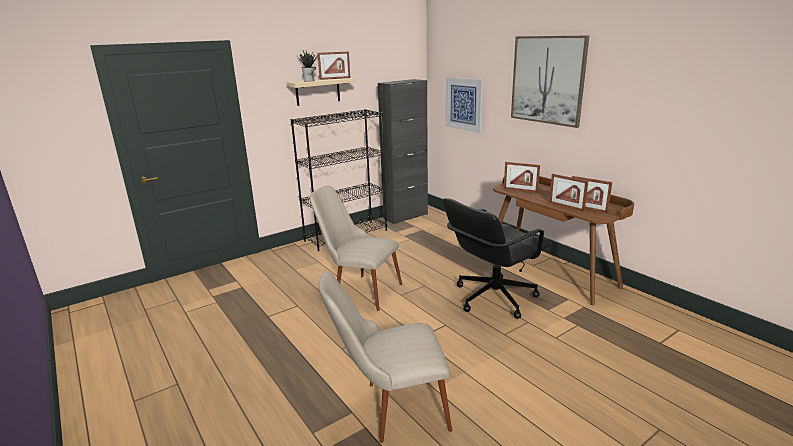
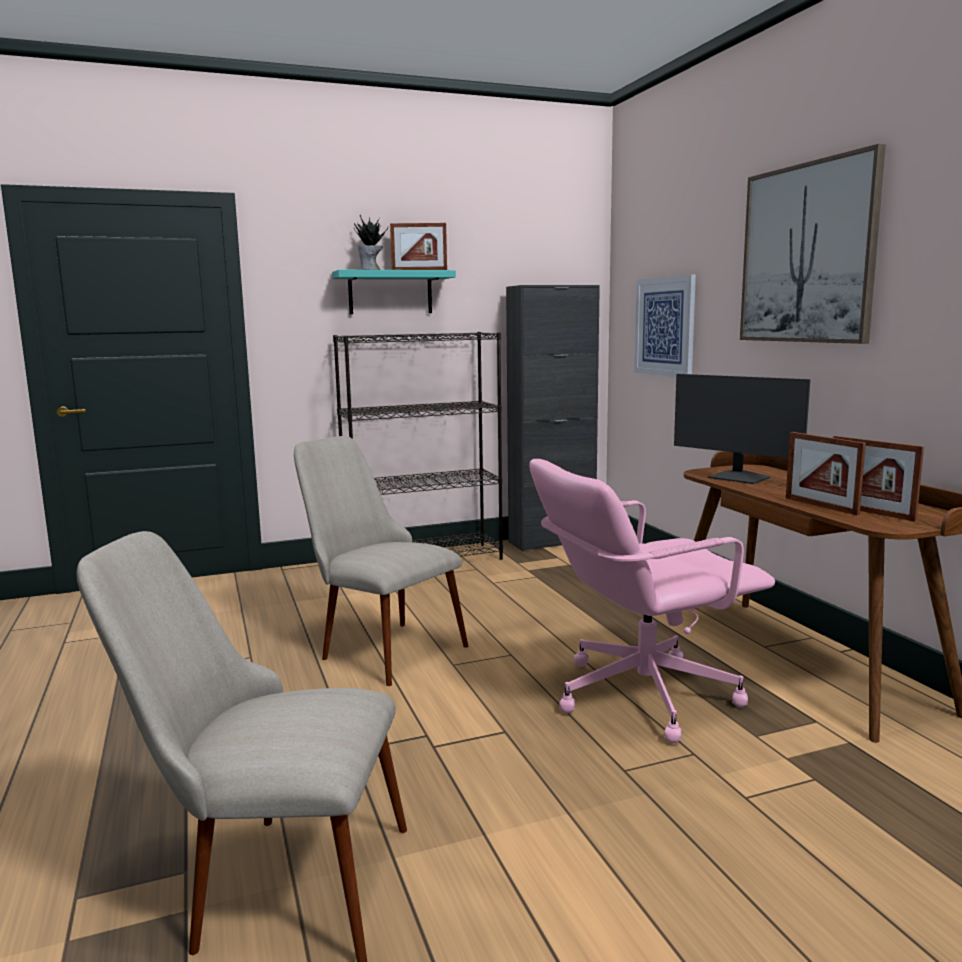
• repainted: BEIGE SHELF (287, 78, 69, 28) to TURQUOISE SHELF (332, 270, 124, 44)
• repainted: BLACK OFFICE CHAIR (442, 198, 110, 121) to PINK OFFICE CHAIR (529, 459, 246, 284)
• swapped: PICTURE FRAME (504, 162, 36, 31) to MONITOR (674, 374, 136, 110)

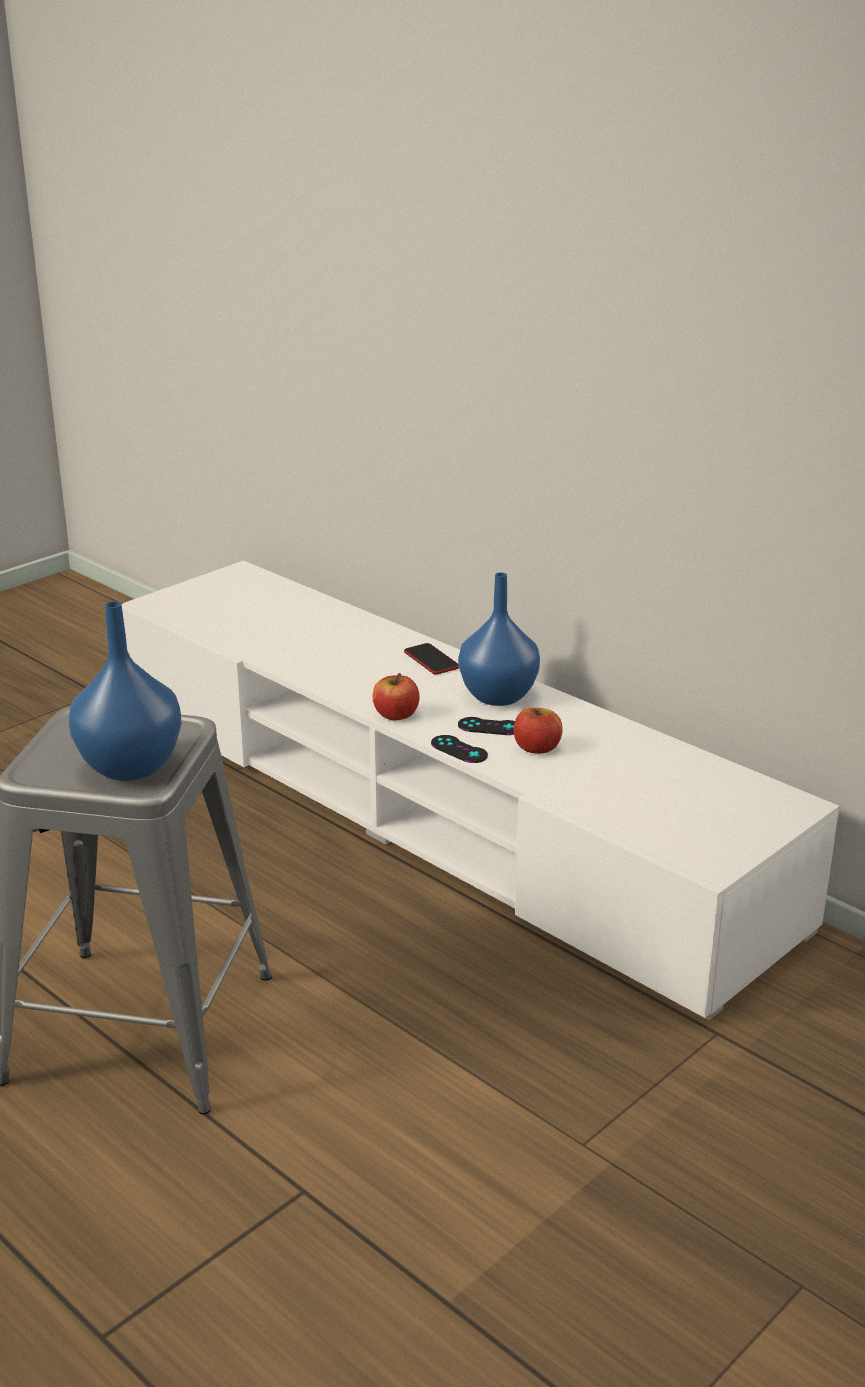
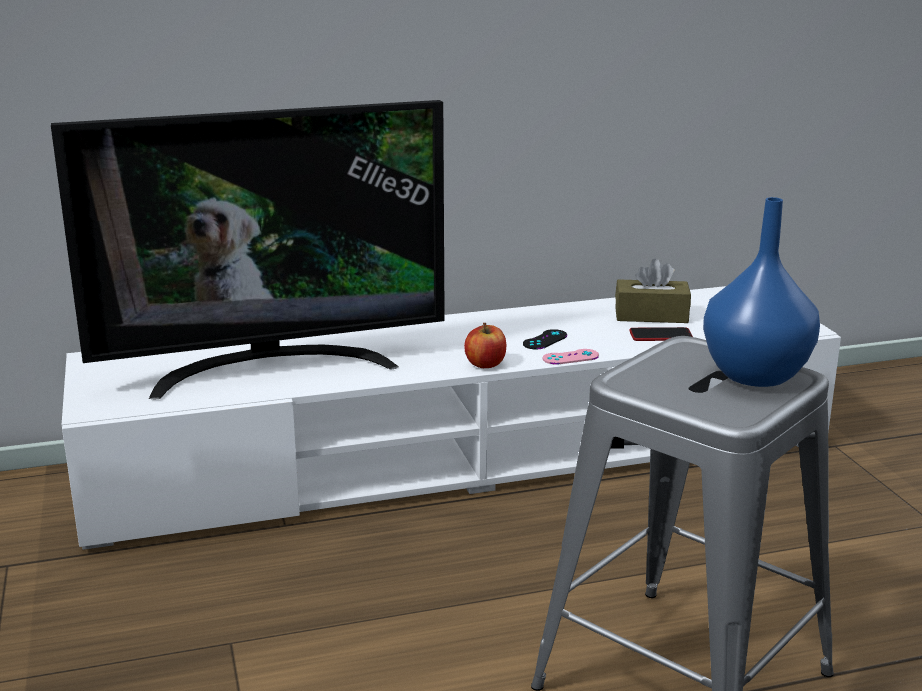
• new: TELEVISION (51, 100, 394, 299)
• repainted: BLACK GAME CONTROLLER (431, 735, 57, 28) to PINK GAME CONTROLLER (543, 349, 56, 16)
• new: BROWN TISSUE BOX (615, 258, 76, 65)
• shifted: PHONE (404, 643, 55, 31) to (629, 327, 64, 14)
• gone: BLUE VASE (458, 572, 82, 134)
• gone: APPLE (514, 708, 49, 46)

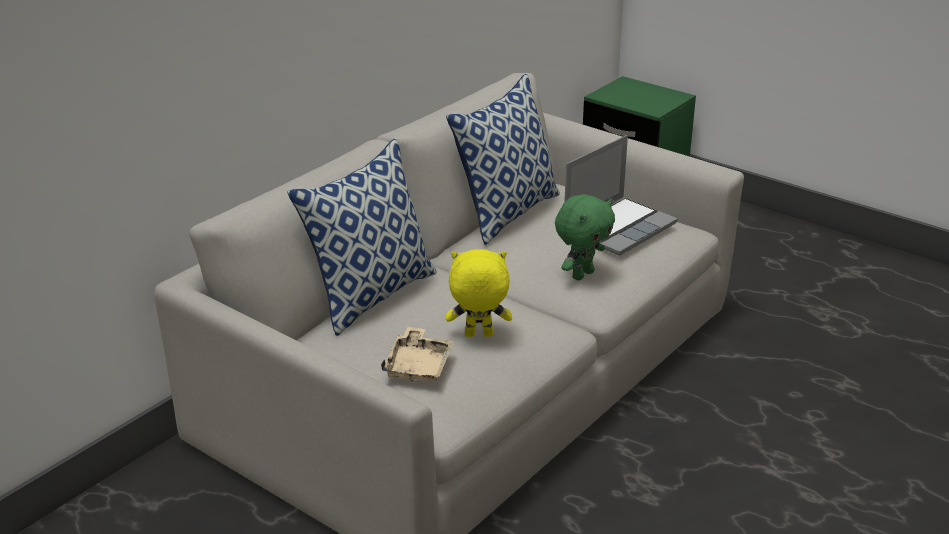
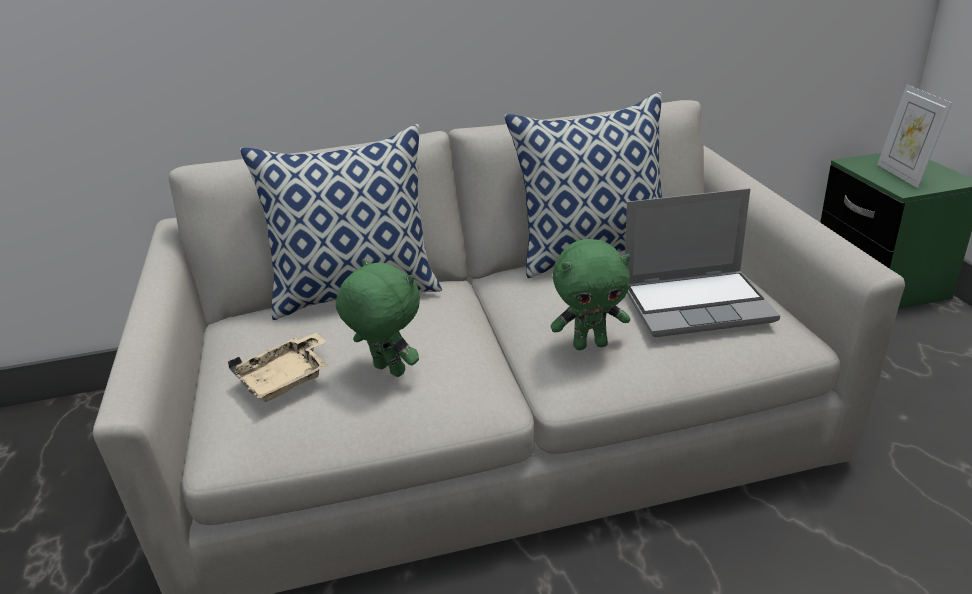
• repainted: YELLOW PLUSH TOY (446, 249, 66, 88) to GREEN PLUSH TOY (336, 259, 84, 118)
• new: PICTURE FRAME (877, 85, 75, 103)

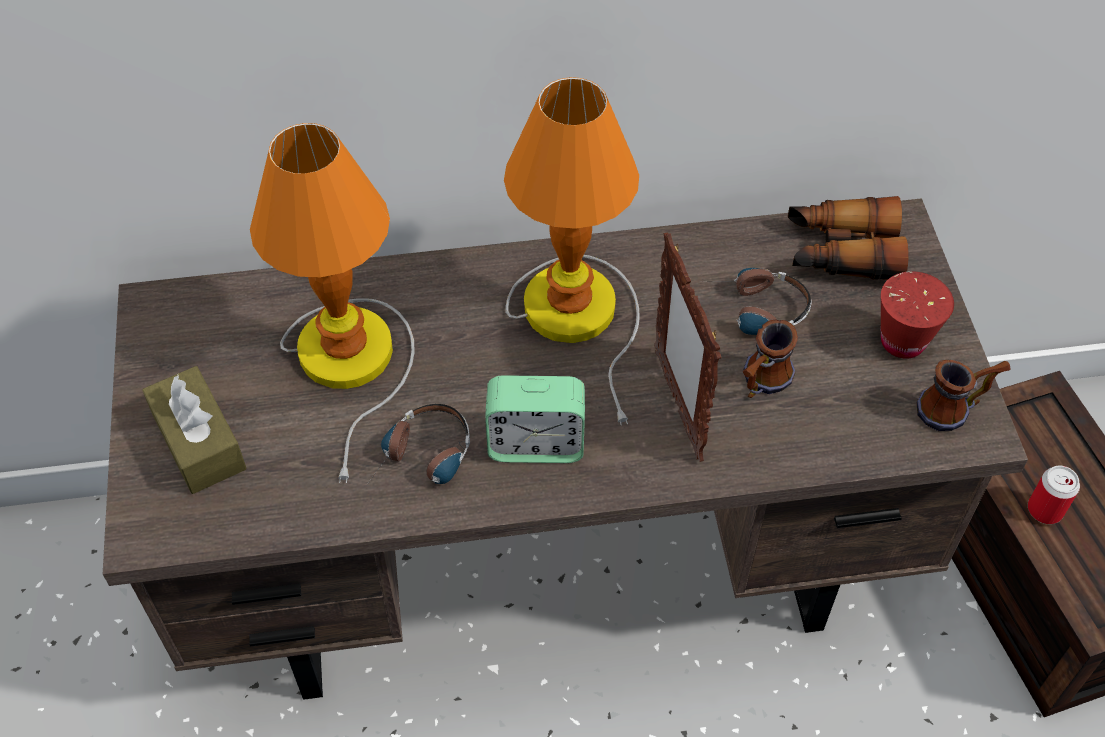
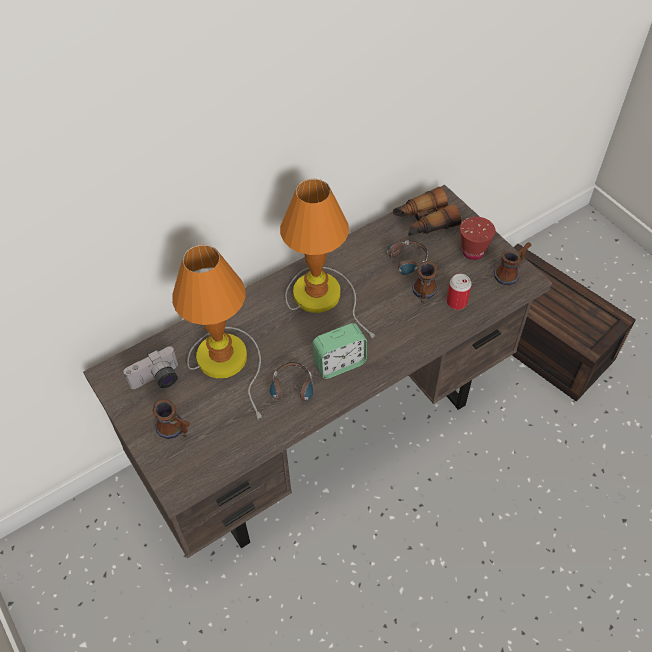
• new: PHOTO CAMERA (124, 346, 54, 43)
• swapped: BROWN TISSUE BOX (142, 366, 105, 128) to MUG (152, 399, 38, 40)
• shifted: CAN (1028, 466, 52, 58) to (447, 274, 25, 36)
• gone: PICTURE FRAME (654, 232, 67, 230)

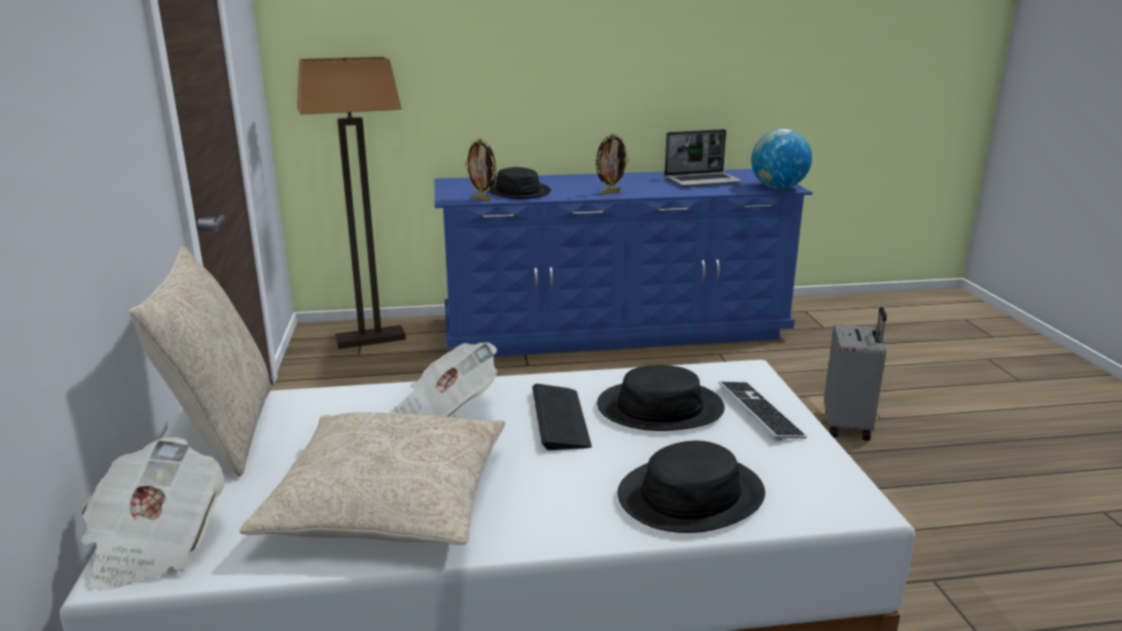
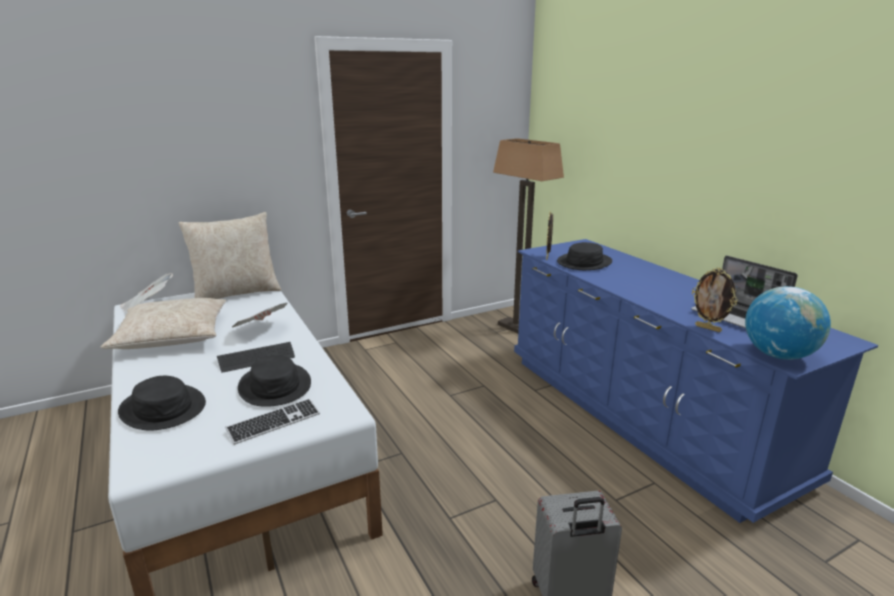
• shifted: PICTURE FRAME (595, 133, 34, 61) to (692, 267, 46, 65)

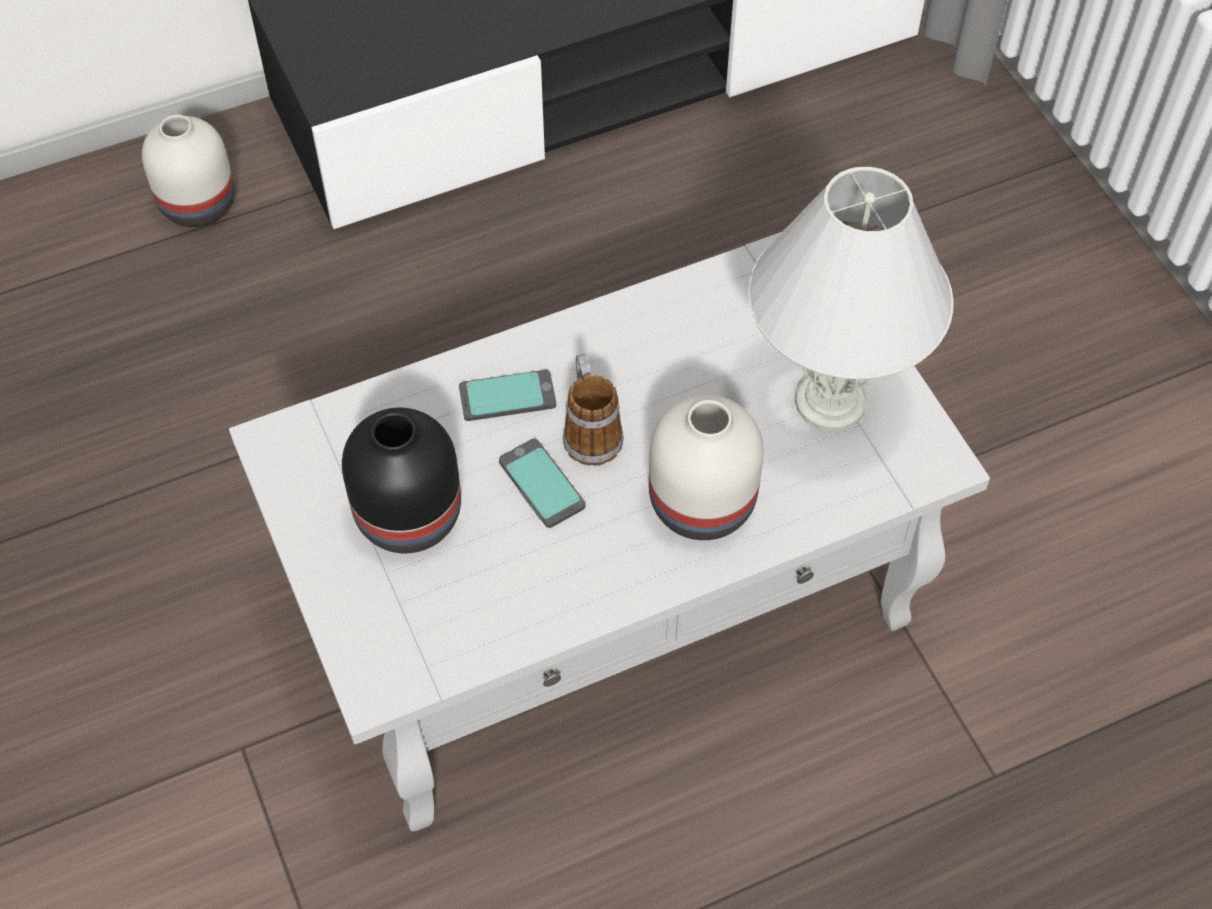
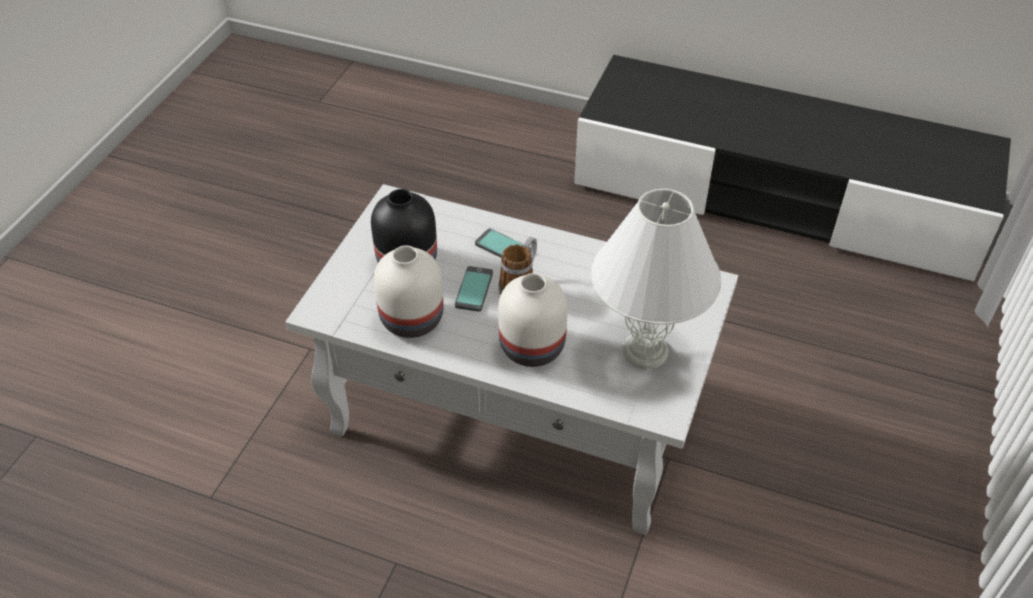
• shifted: WHITE VASE (142, 115, 93, 112) to (374, 246, 70, 92)

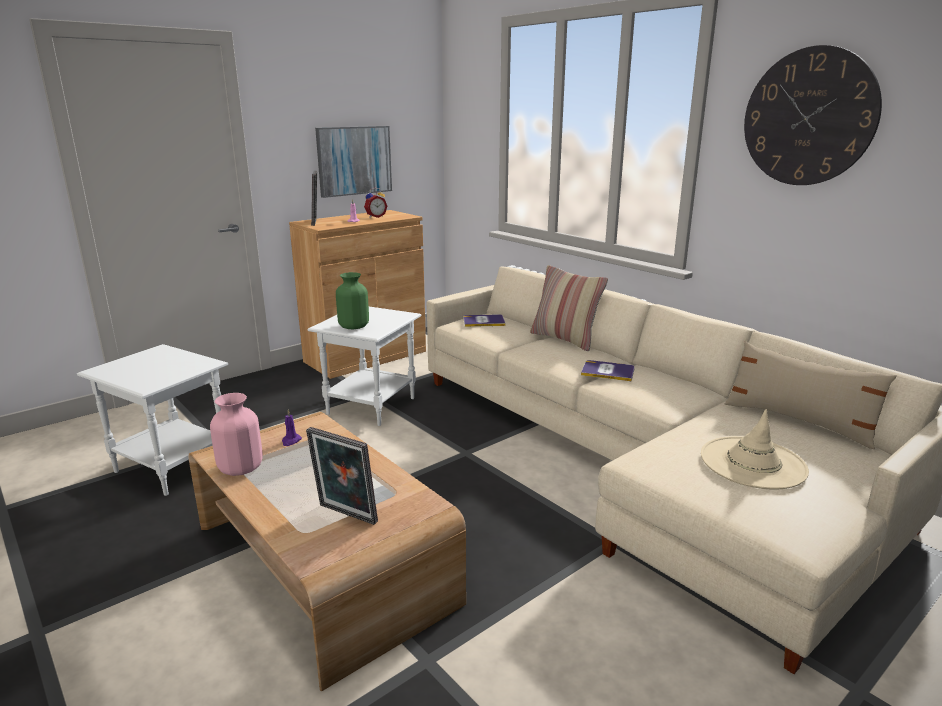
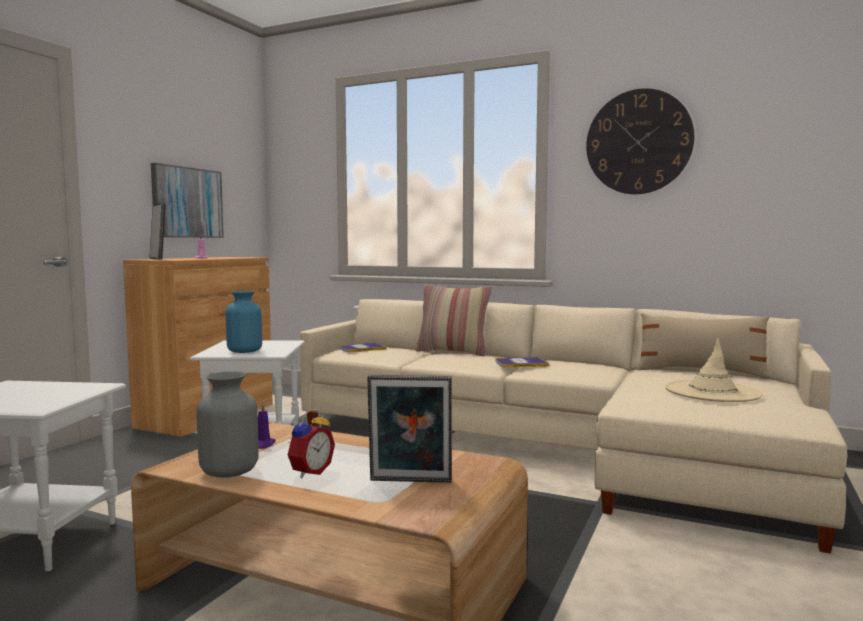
• repainted: PINK VASE (210, 393, 53, 83) to GREY VASE (197, 371, 62, 107)
• repainted: GREEN VASE (336, 272, 33, 57) to BLUE VASE (226, 291, 36, 62)
• shifted: ALARM CLOCK (364, 188, 23, 30) to (288, 409, 47, 69)

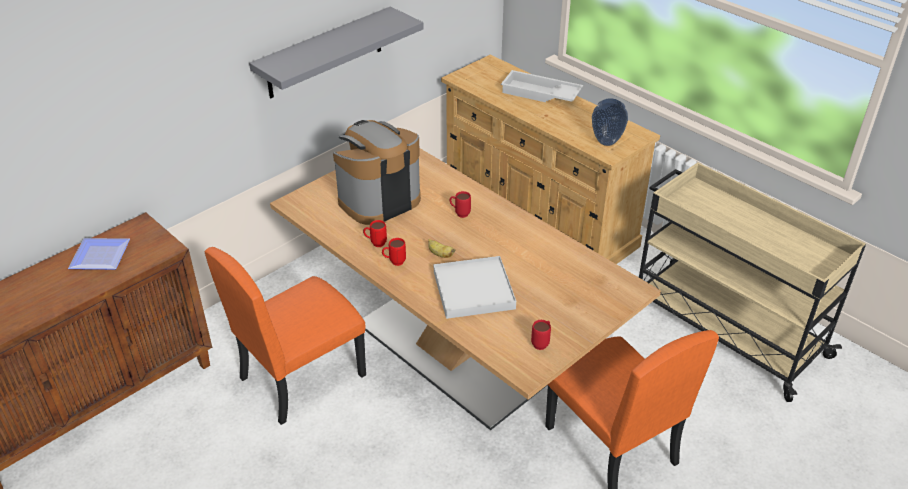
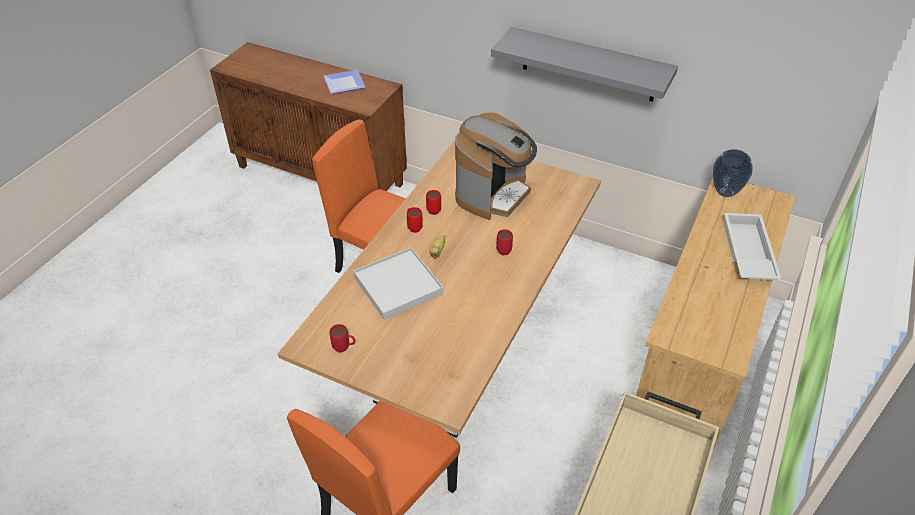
• rotated: COFFEE MACHINE (333, 120, 88, 105) = (455, 112, 82, 108) 90 degrees clockwise
• shifted: VASE (592, 98, 36, 48) to (713, 149, 40, 48)

